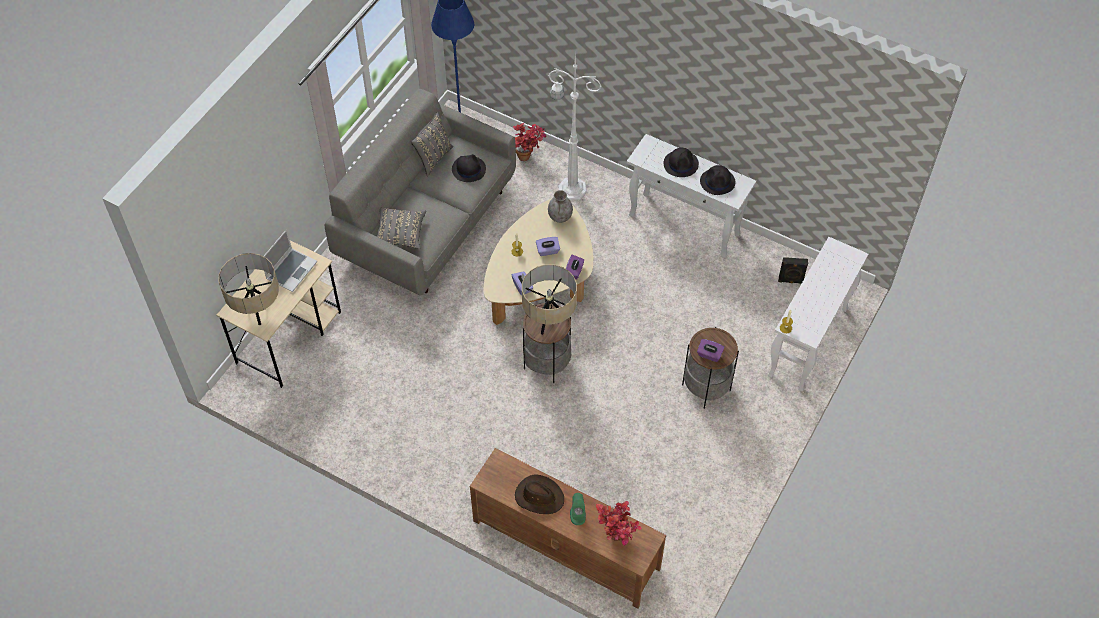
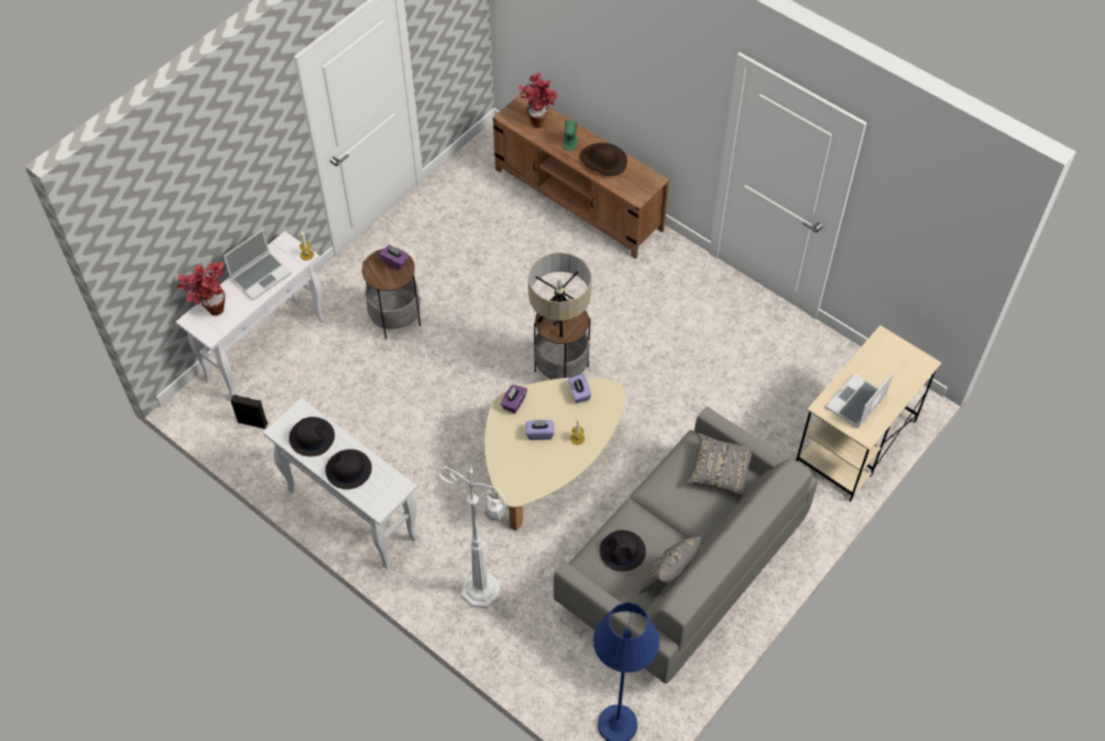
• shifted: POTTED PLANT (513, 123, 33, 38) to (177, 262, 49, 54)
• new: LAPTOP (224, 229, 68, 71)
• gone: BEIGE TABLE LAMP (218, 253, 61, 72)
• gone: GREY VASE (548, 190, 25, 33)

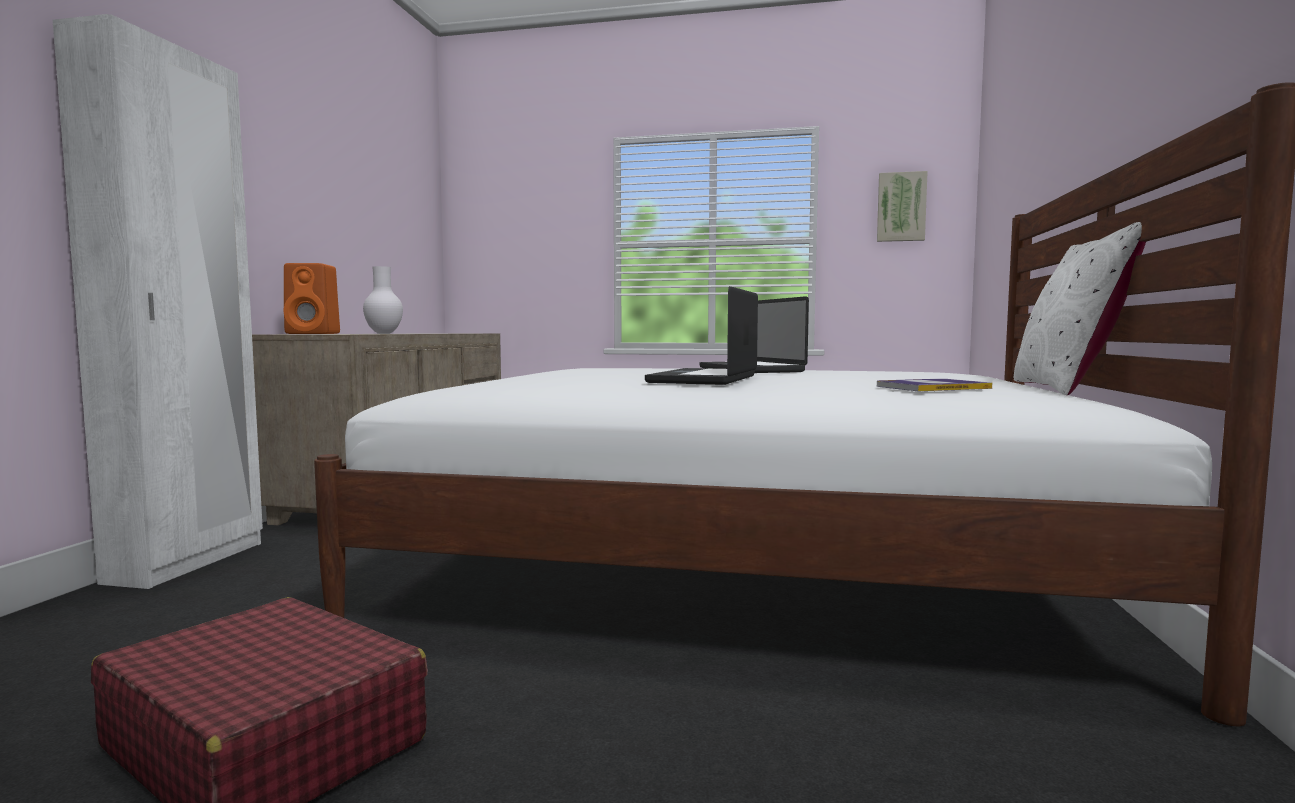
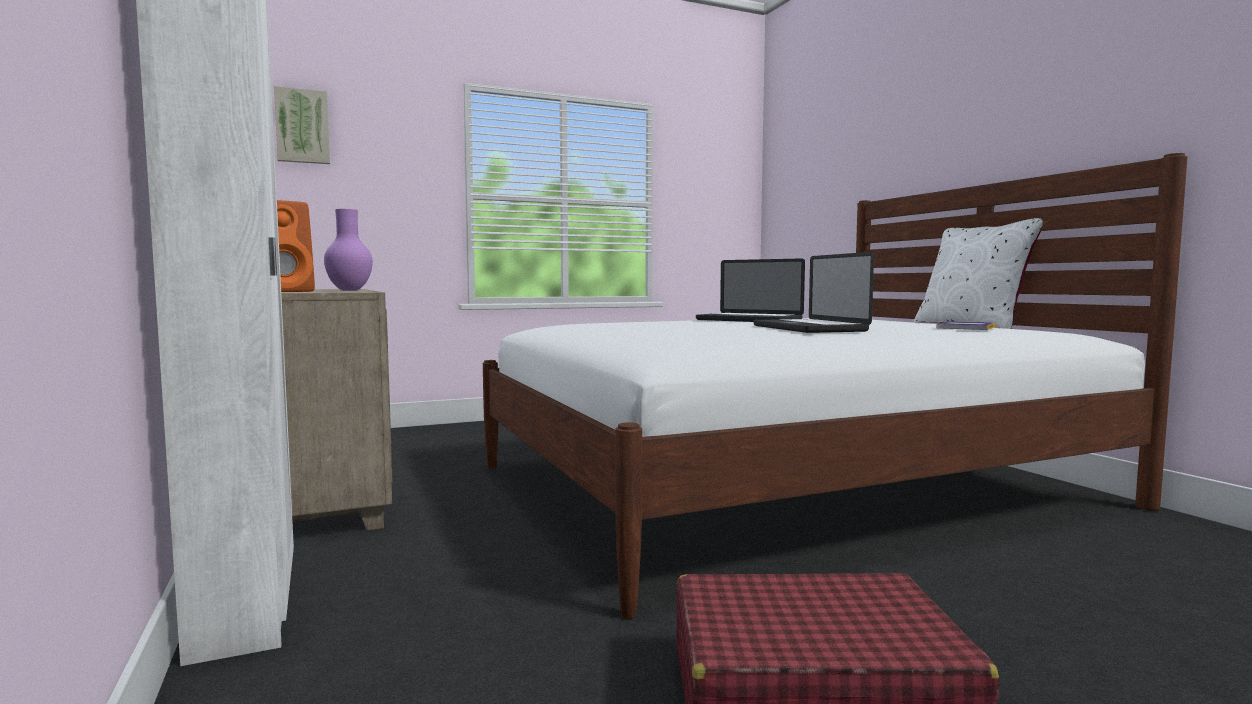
• shifted: PICTURE (877, 171, 51, 71) to (274, 86, 56, 78)
• repainted: WHITE VASE (363, 266, 40, 68) to PURPLE VASE (324, 209, 49, 82)

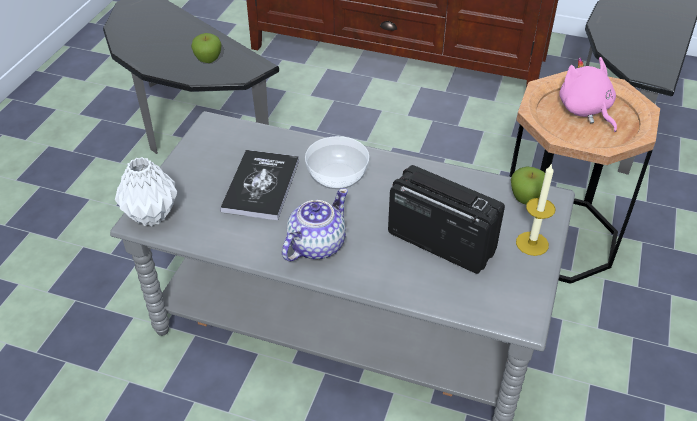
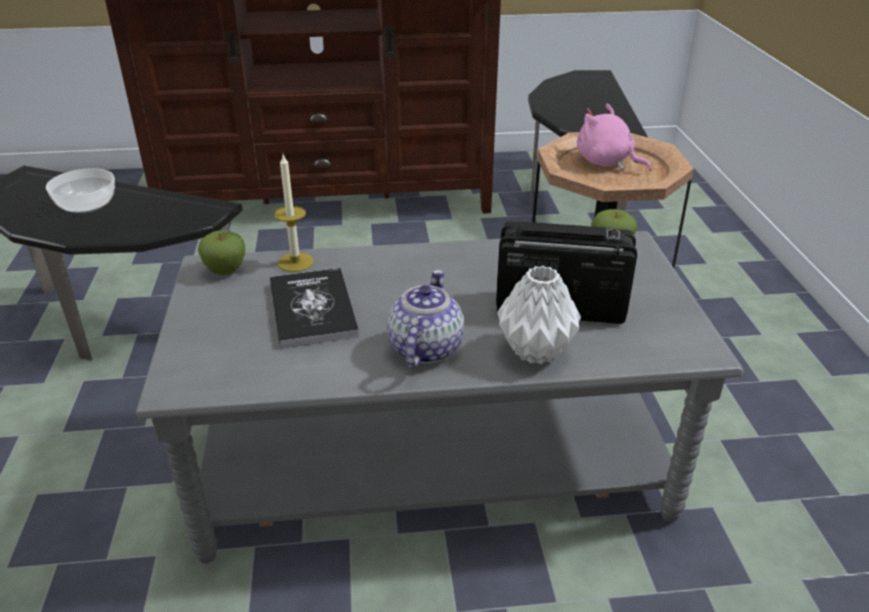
• shifted: BOWL (305, 136, 64, 53) to (46, 168, 69, 45)
• shifted: APPLE (191, 33, 31, 30) to (198, 230, 47, 45)
• shifted: CANDLE (516, 163, 39, 93) to (274, 155, 40, 117)
• shifted: WHITE VASE (115, 157, 63, 69) to (497, 266, 84, 98)

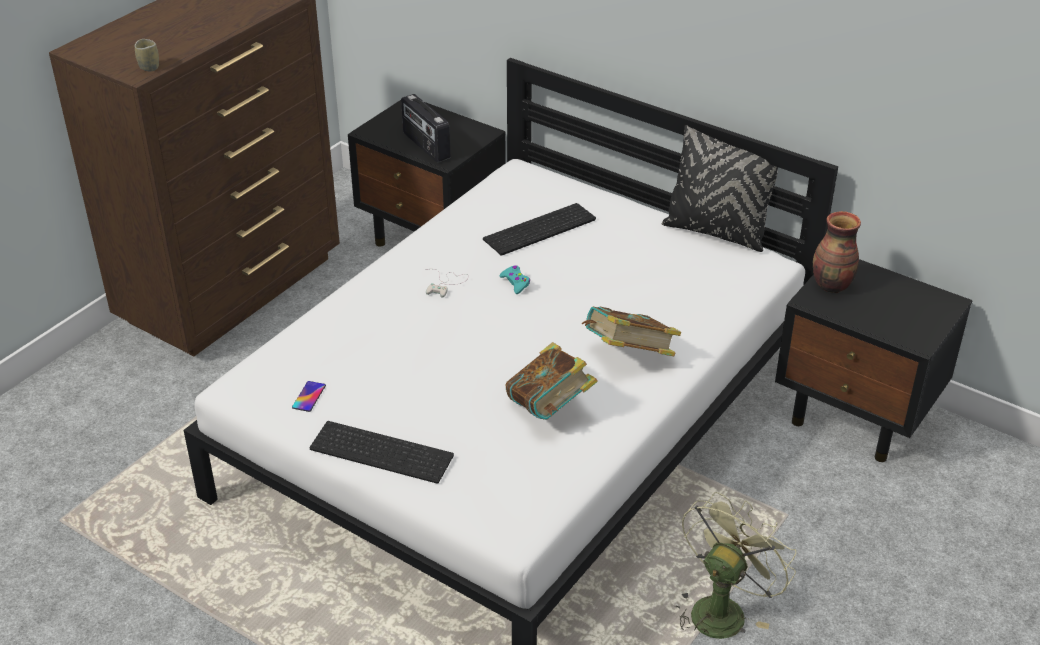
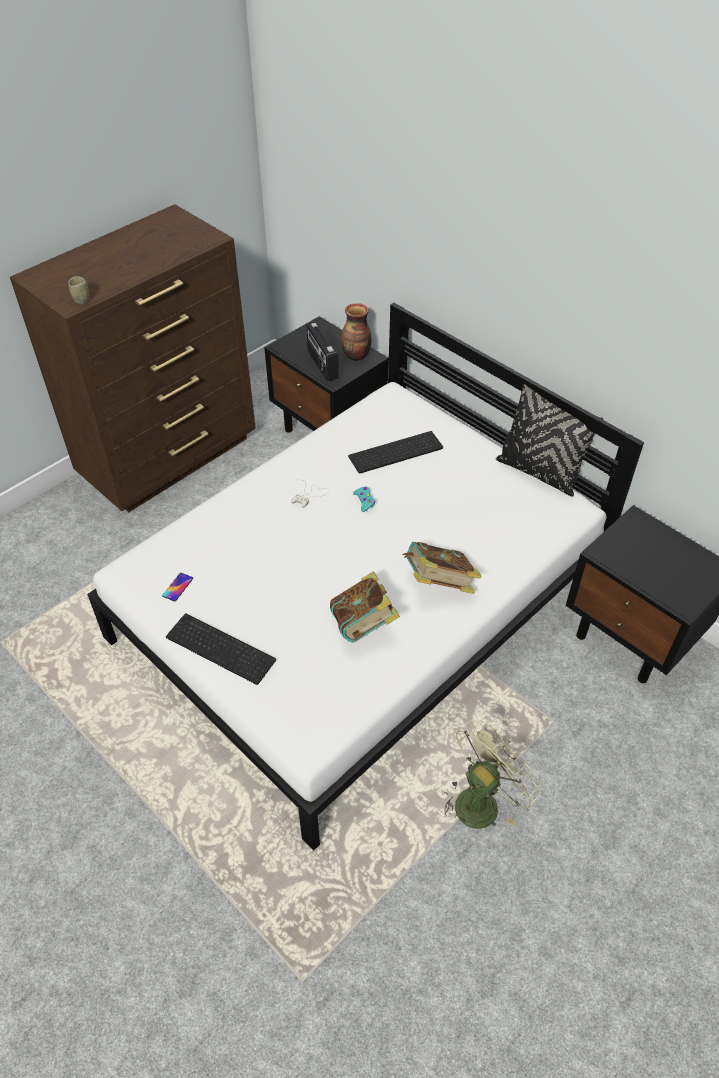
• shifted: VASE (813, 211, 48, 82) to (341, 303, 31, 58)

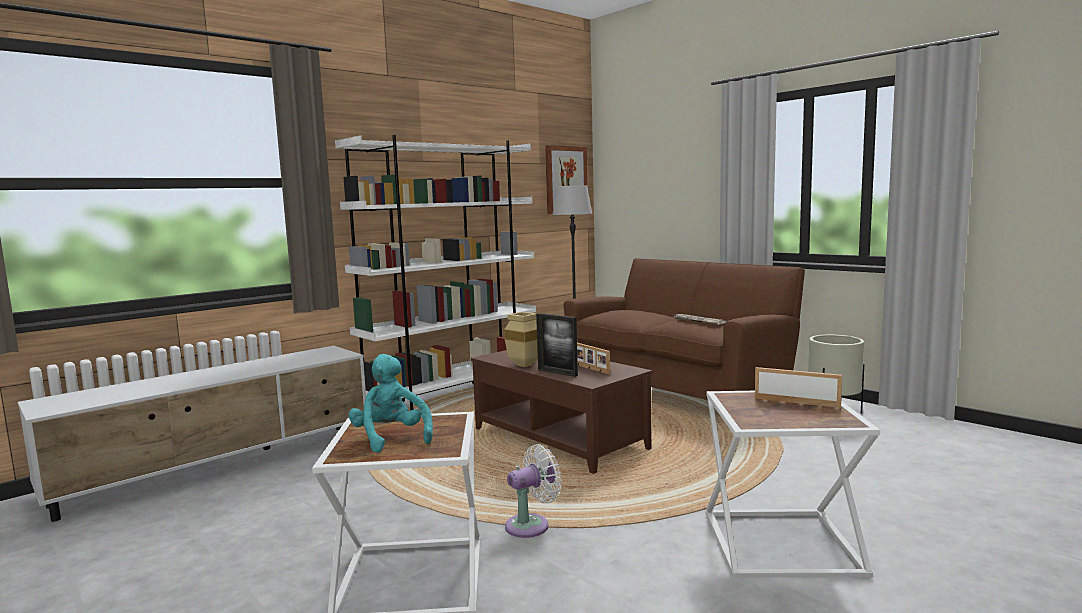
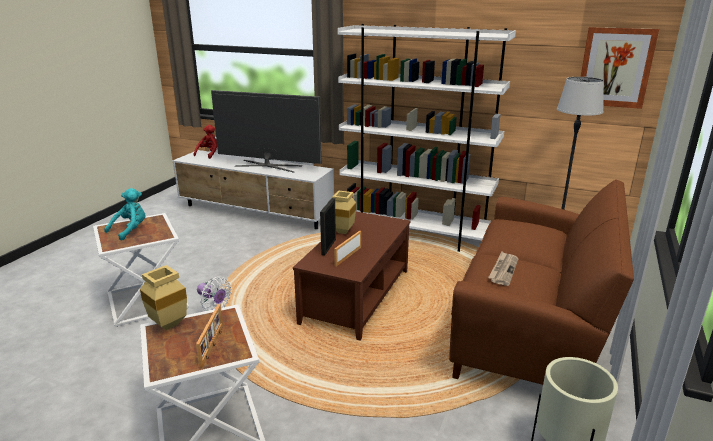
• new: BEIGE VASE (140, 265, 47, 65)
• new: RED PLUSH TOY (194, 125, 23, 34)
• new: TELEVISION (211, 90, 110, 83)

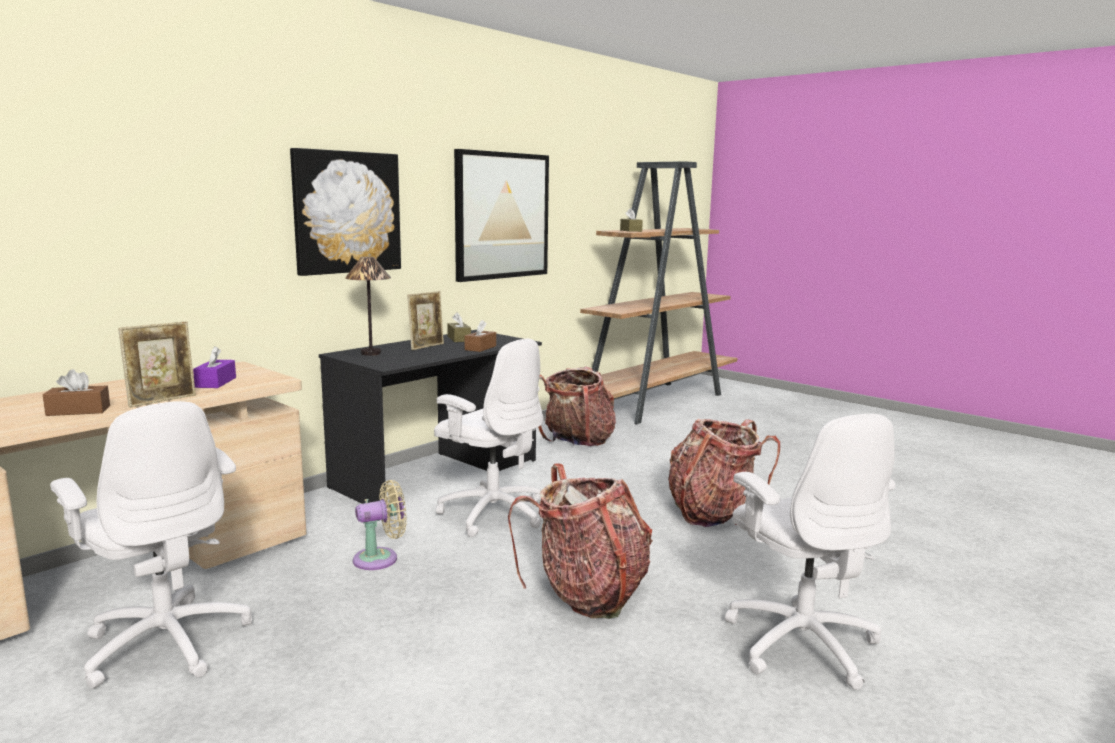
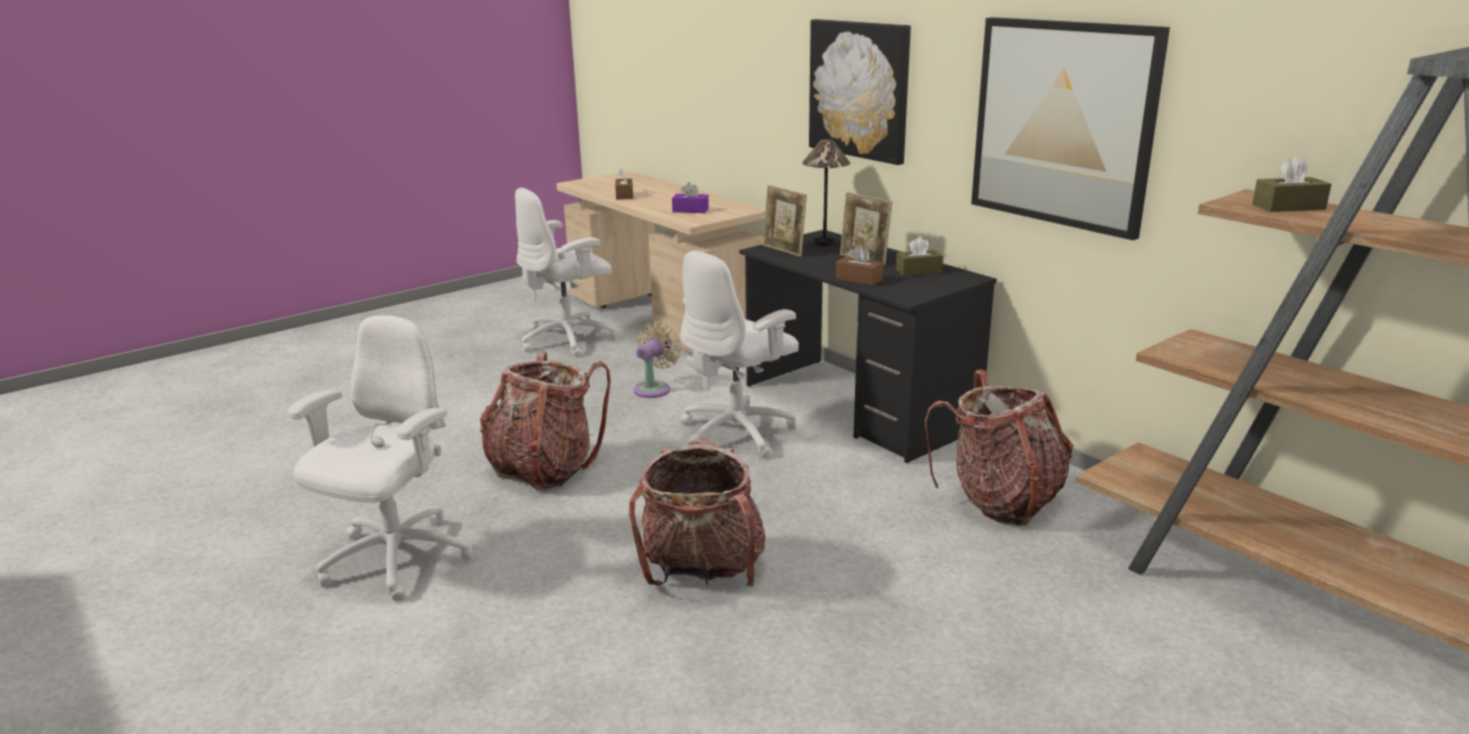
• rotated: WHITE OFFICE CHAIR (725, 414, 171, 276) = (288, 315, 186, 287) 120 degrees clockwise
• rotated: BEIGE FAN (353, 480, 54, 90) = (634, 321, 47, 77) 135 degrees counterclockwise
• shifted: PICTURE FRAME (118, 322, 78, 86) to (763, 185, 44, 72)

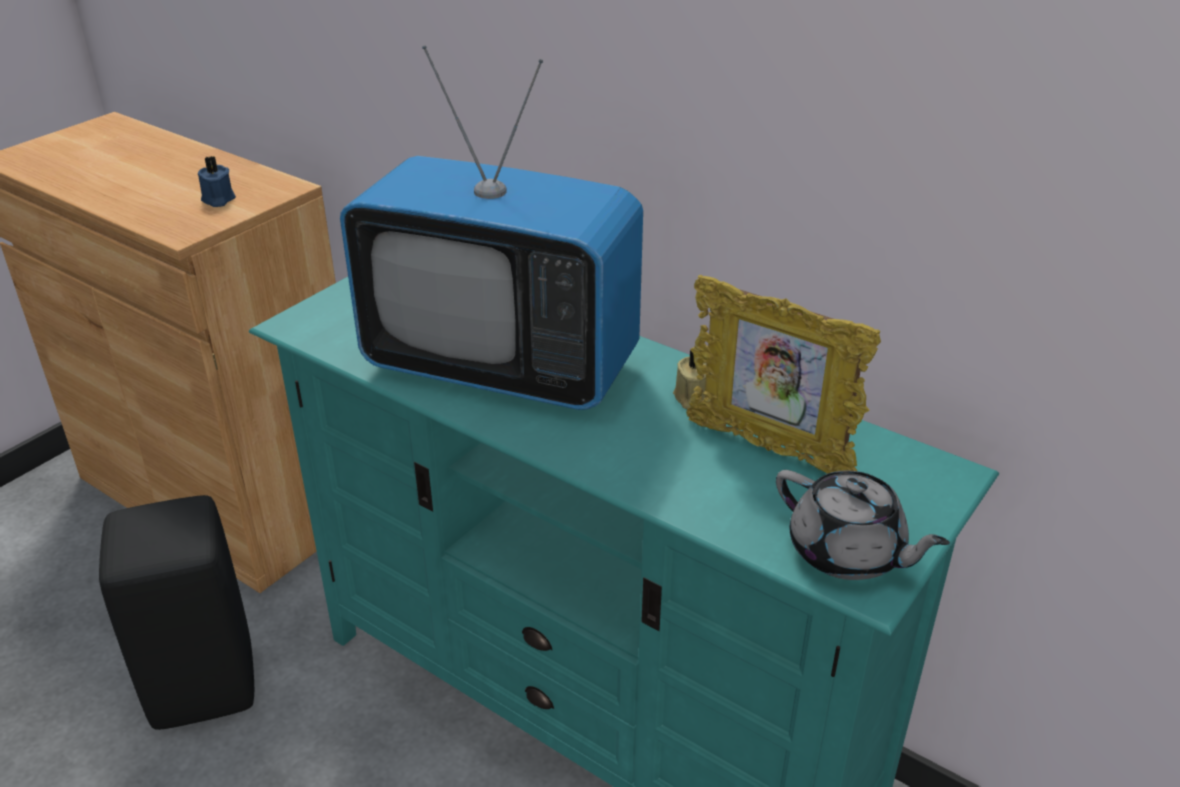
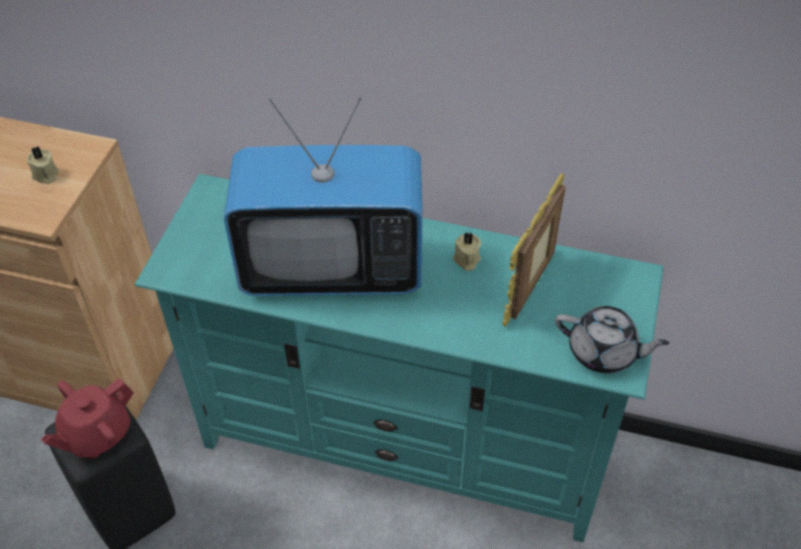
• repainted: BLUE CANDLE (198, 156, 38, 51) to BEIGE CANDLE (27, 147, 32, 37)
• new: RED TEAPOT (40, 378, 94, 81)
• rotated: PICTURE FRAME (686, 275, 195, 199) = (502, 173, 64, 154) 105 degrees clockwise

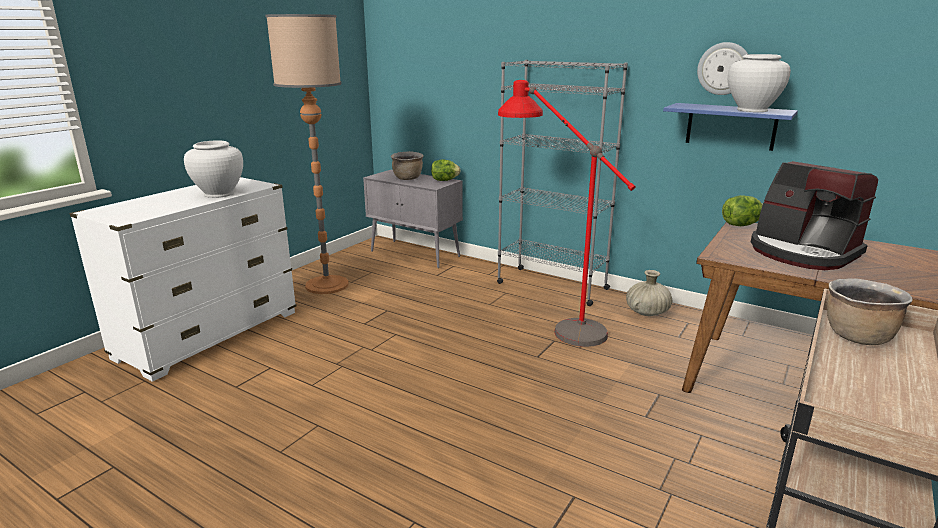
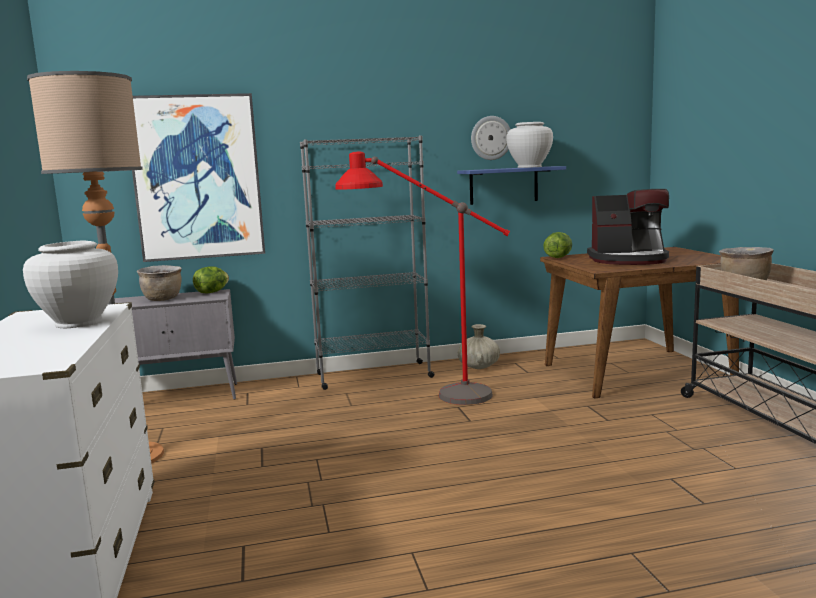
• new: PICTURE (132, 93, 133, 169)

